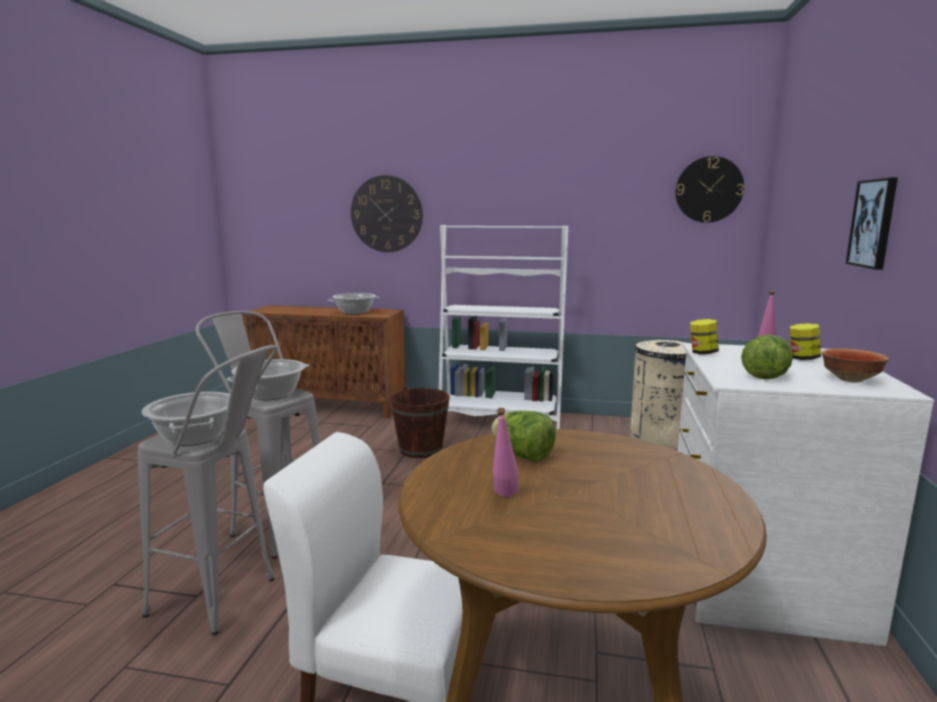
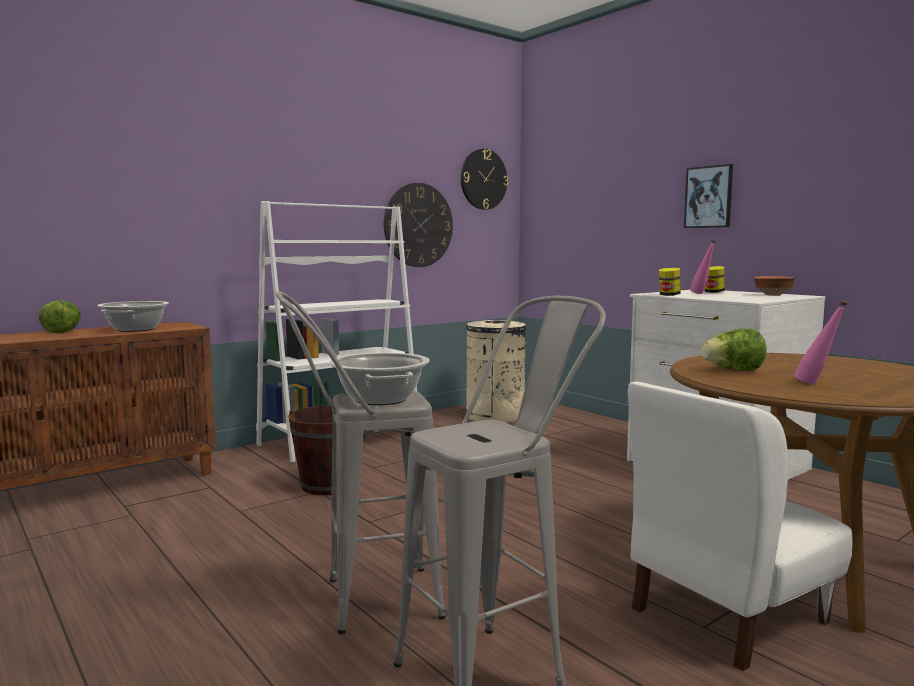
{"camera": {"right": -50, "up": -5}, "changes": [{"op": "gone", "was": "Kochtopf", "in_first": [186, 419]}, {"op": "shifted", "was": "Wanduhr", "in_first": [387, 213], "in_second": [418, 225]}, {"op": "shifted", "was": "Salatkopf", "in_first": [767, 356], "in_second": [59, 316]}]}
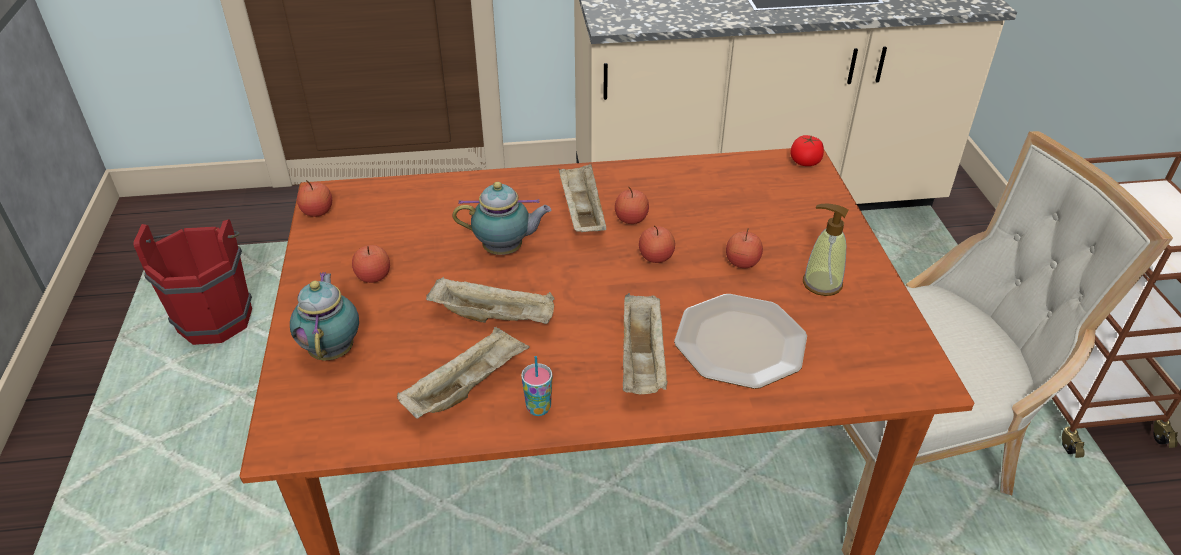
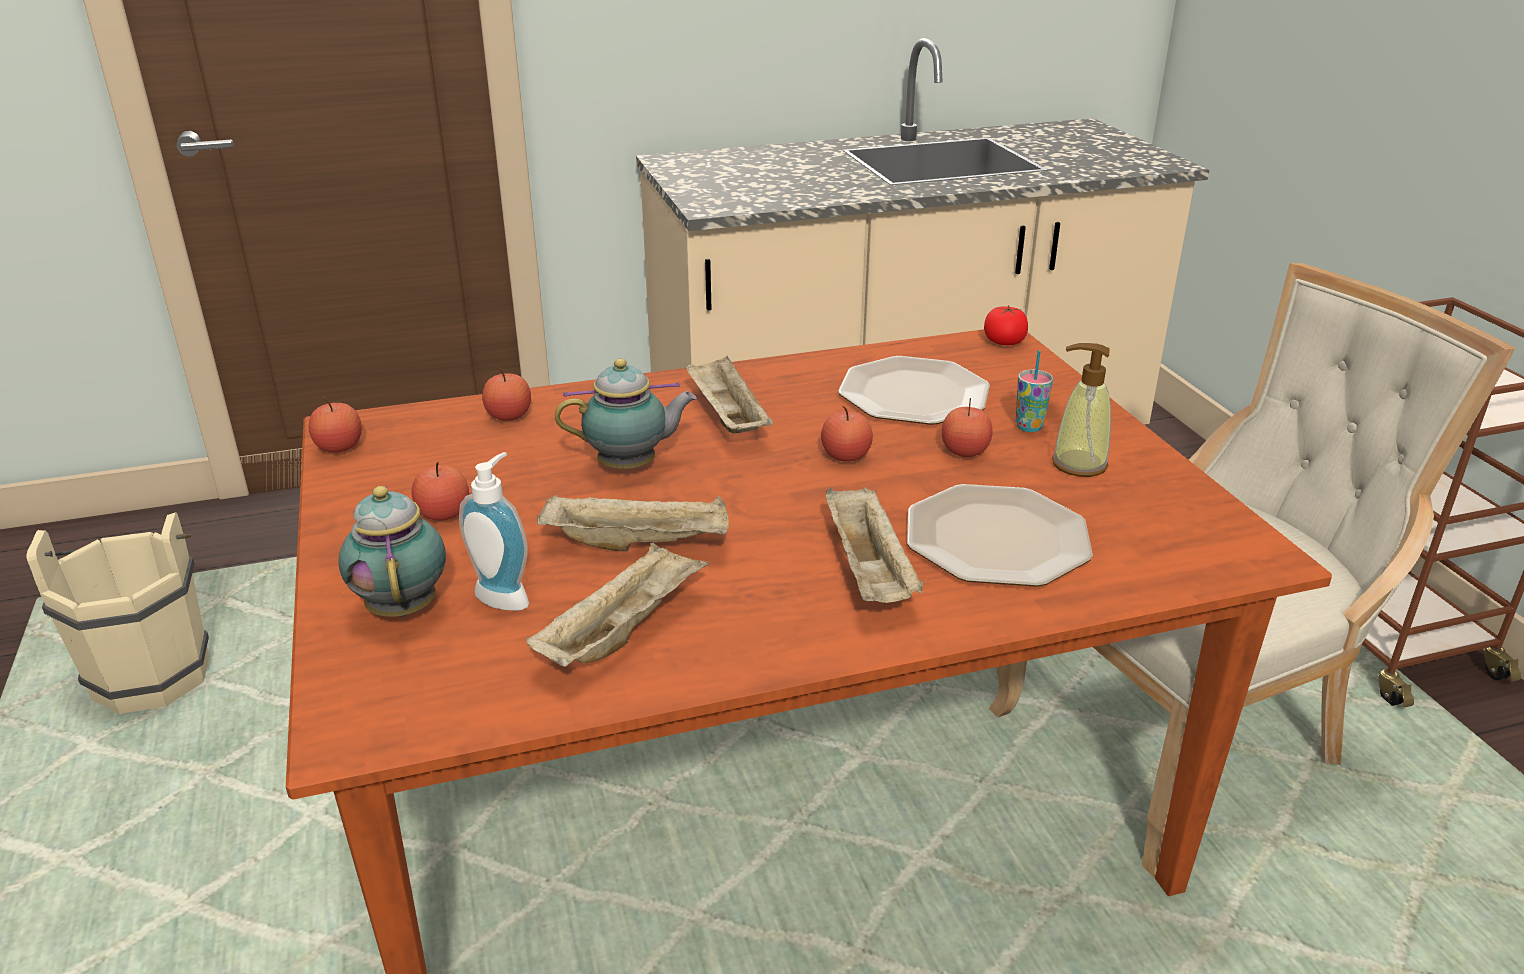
{"camera": {"right": -10, "up": -10}, "changes": [{"op": "new", "now": "Seifenspender", "in_second": [494, 531]}, {"op": "new", "now": "Teller", "in_second": [914, 390]}, {"op": "shifted", "was": "Tasse", "in_first": [536, 386], "in_second": [1034, 391]}, {"op": "shifted", "was": "Apfel", "in_first": [632, 205], "in_second": [506, 394]}, {"op": "repainted", "was": "Eimer (rot)", "now": "Eimer (beige)", "in_first": [193, 282], "in_second": [117, 613]}]}
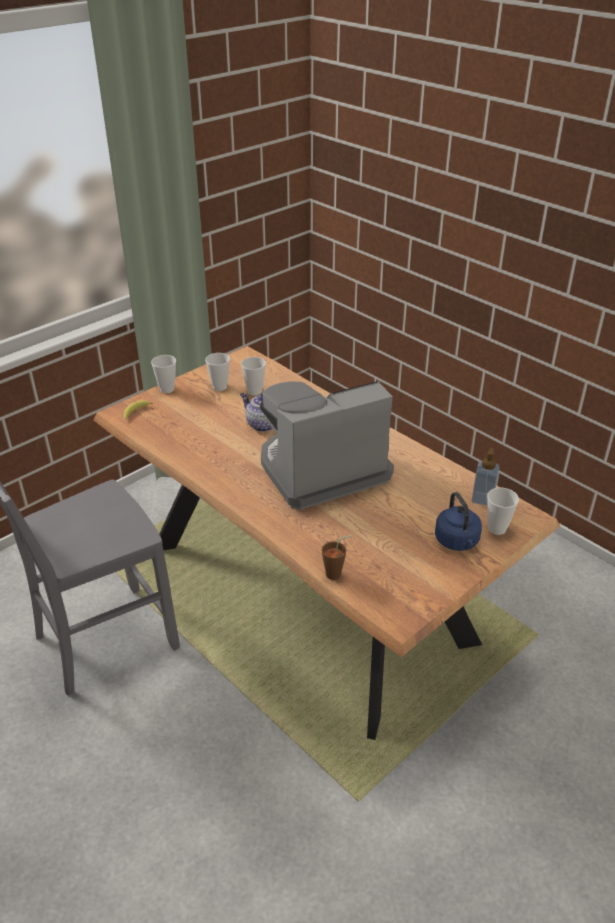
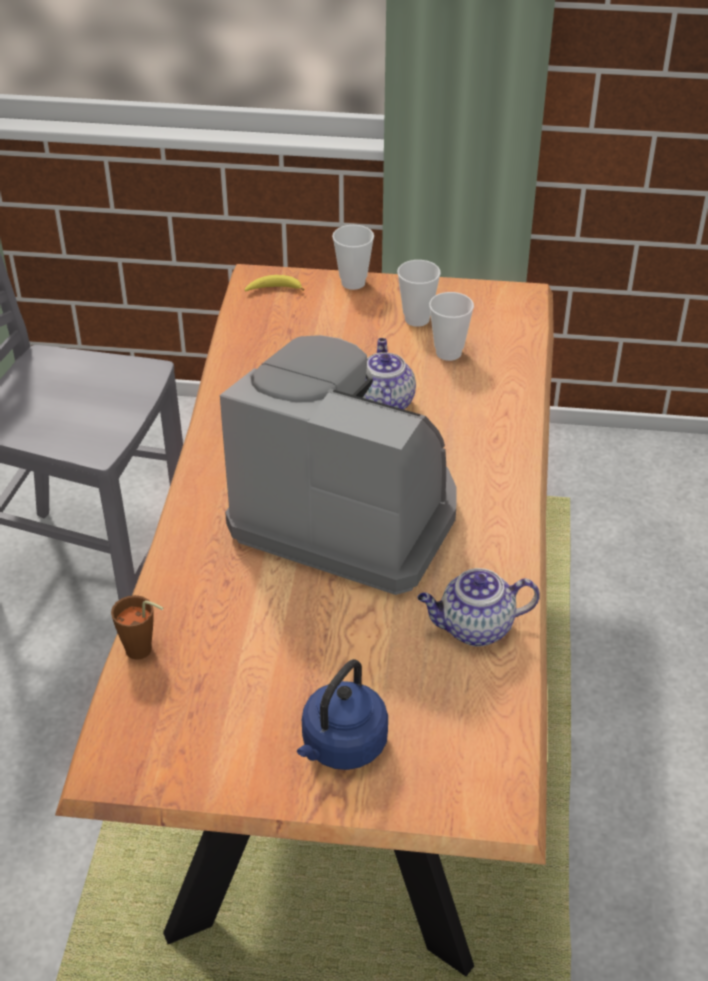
{"camera": {"right": 50, "up": 5}, "changes": [{"op": "gone", "was": "Seifenspender", "in_first": [485, 477]}, {"op": "gone", "was": "Tasse", "in_first": [503, 511]}, {"op": "new", "now": "Teekanne", "in_second": [478, 607]}]}
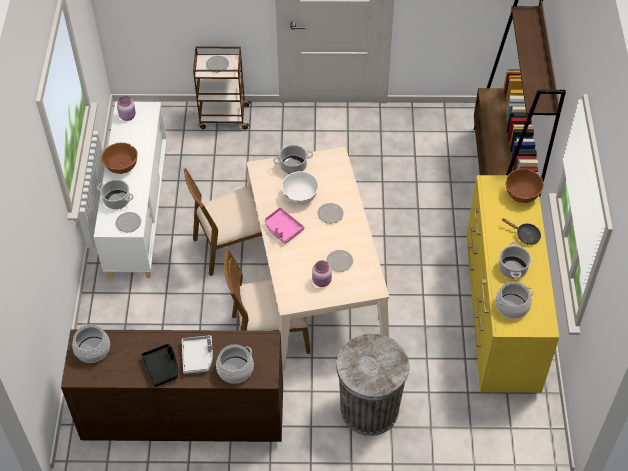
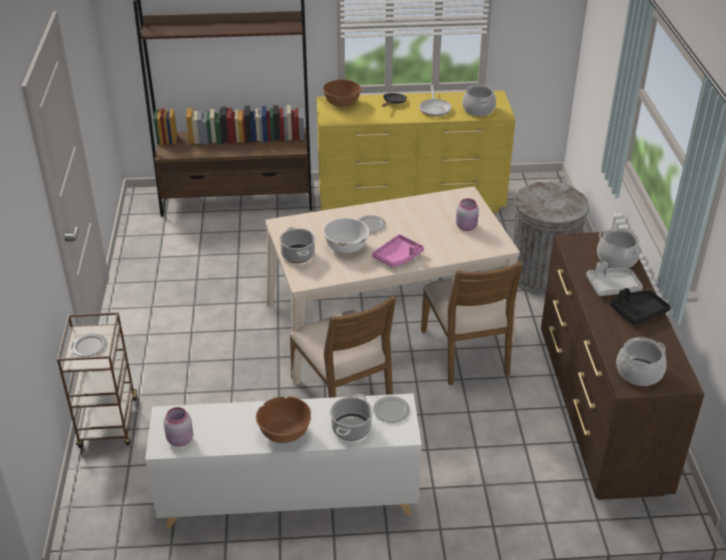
{"camera": {"right": -95, "up": -15}, "changes": [{"op": "gone", "was": "Teller", "in_first": [339, 261]}, {"op": "swapped", "was": "Kochtopf", "now": "Pfanne", "in_first": [515, 260], "in_second": [435, 101]}]}
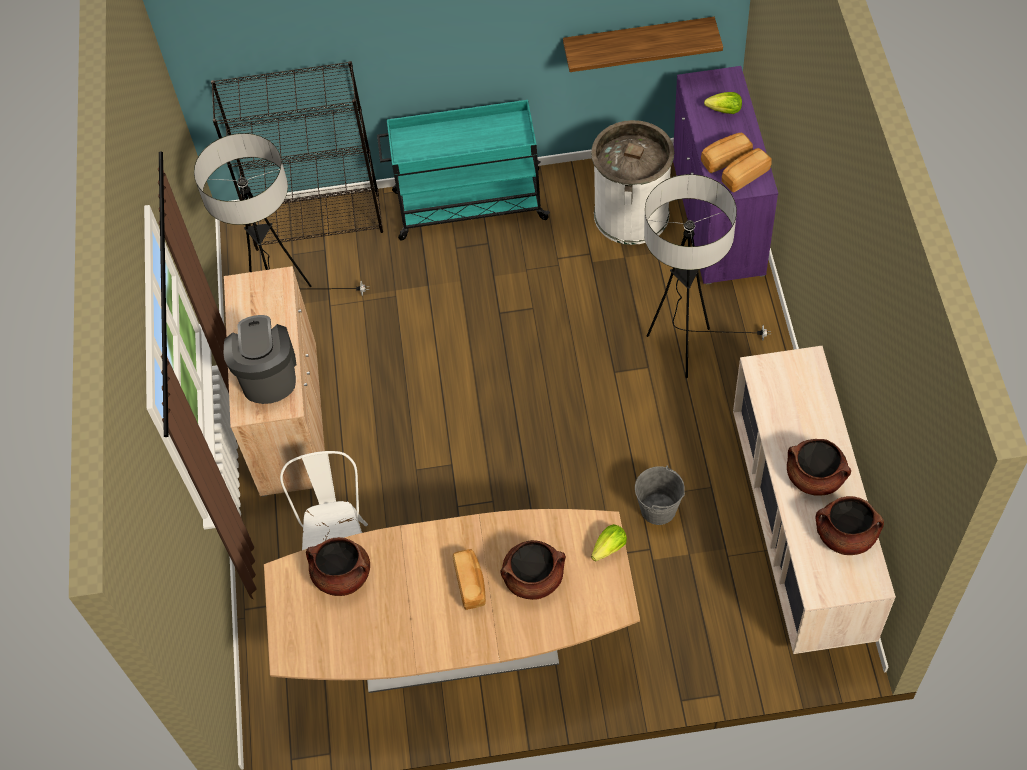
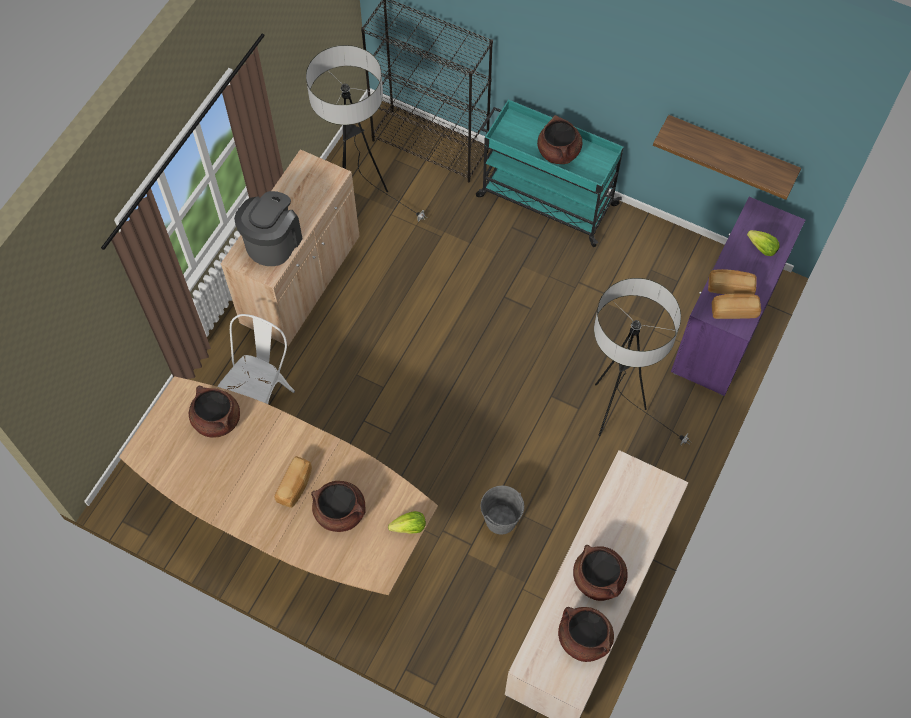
{"camera": {"right": 30, "up": 5}, "changes": [{"op": "gone", "was": "Mülleimer (weiß)", "in_first": [632, 182]}, {"op": "new", "now": "Kochtopf (braun)", "in_second": [559, 139]}]}
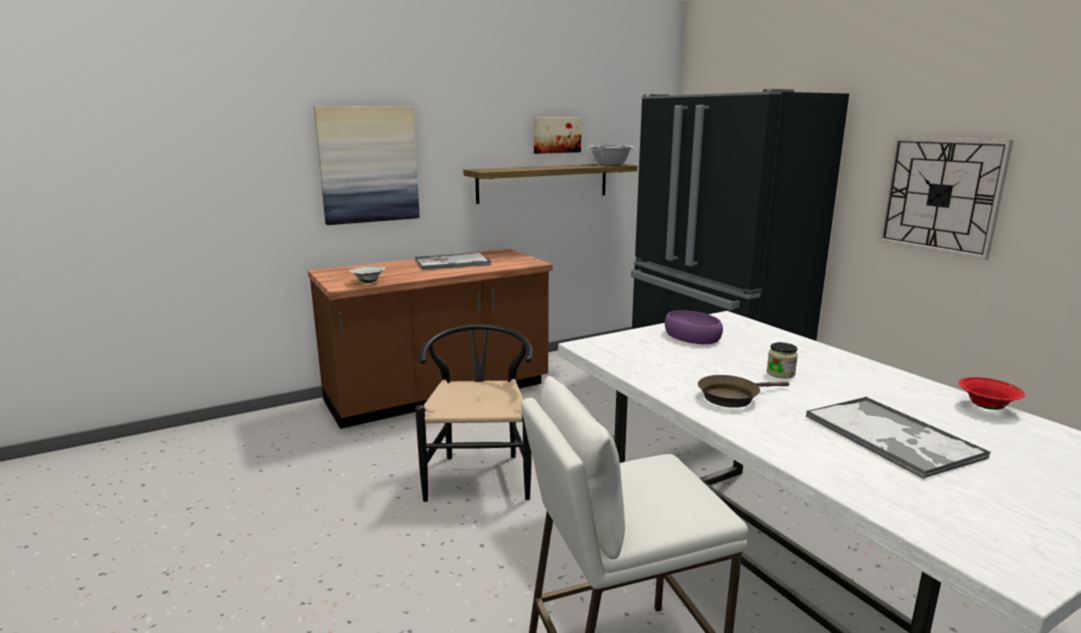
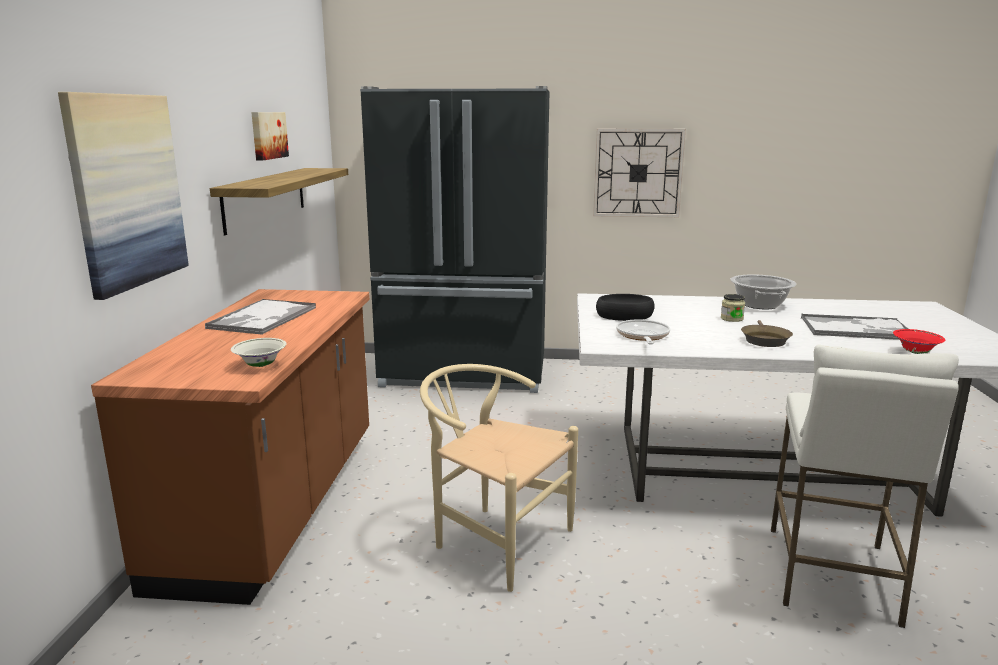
{"camera": {"right": -55, "up": 0}, "changes": [{"op": "new", "now": "Pfanne", "in_second": [643, 332]}, {"op": "shifted", "was": "Kochtopf", "in_first": [610, 155], "in_second": [763, 291]}, {"op": "shifted", "was": "Schüssel (rot)", "in_first": [992, 393], "in_second": [919, 341]}, {"op": "repainted", "was": "Stuhl (schwarz)", "now": "Stuhl (beige)", "in_first": [474, 413], "in_second": [499, 478]}, {"op": "repainted", "was": "Schüssel (lila)", "now": "Schüssel (schwarz)", "in_first": [694, 327], "in_second": [625, 307]}]}
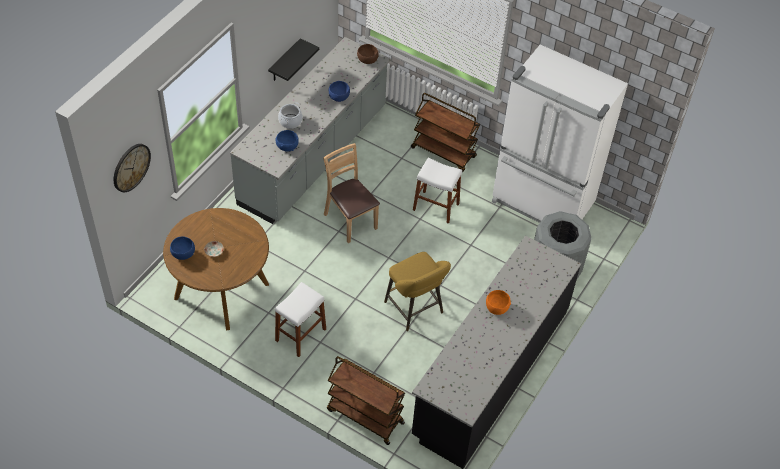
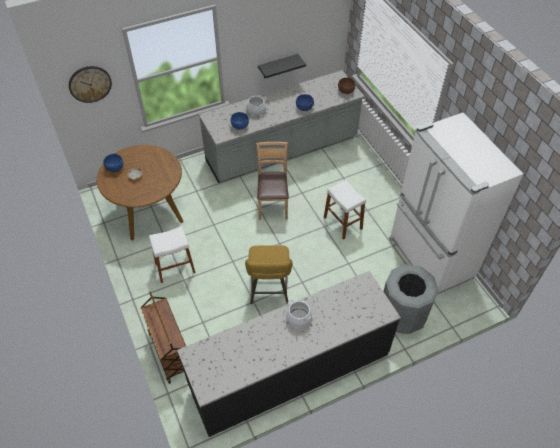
{"camera": {"right": 35, "up": 0}, "changes": [{"op": "gone", "was": "Rollwagen (braun)", "in_first": [445, 132]}, {"op": "swapped", "was": "Schüssel (orange)", "now": "Kochtopf", "in_first": [498, 302], "in_second": [299, 314]}]}
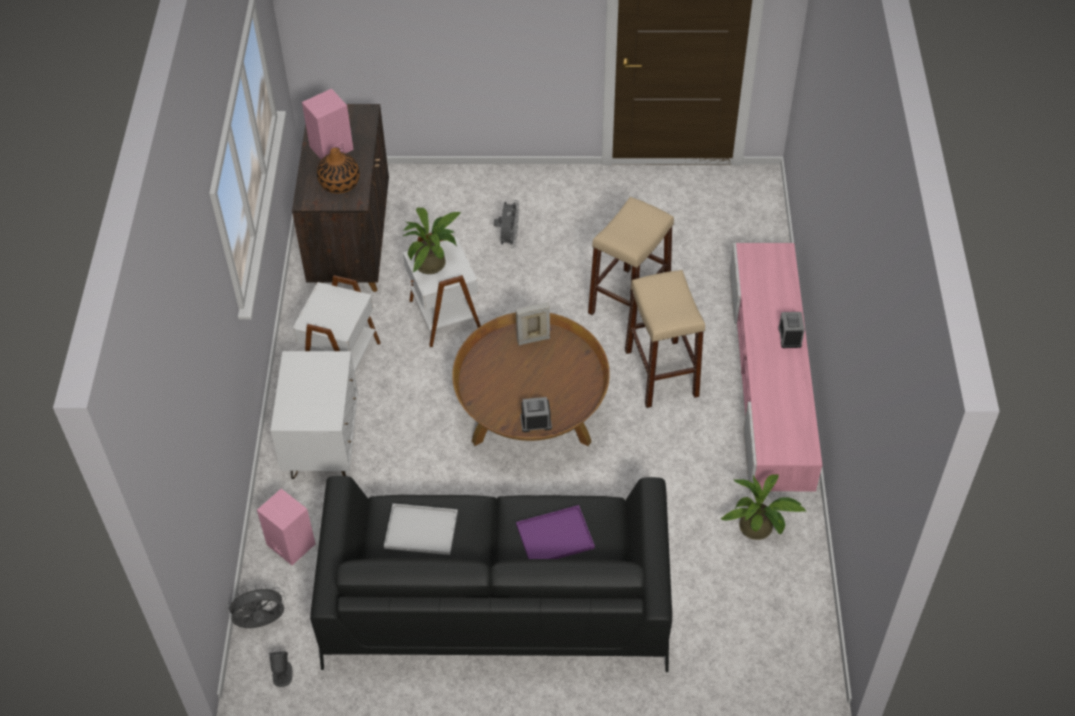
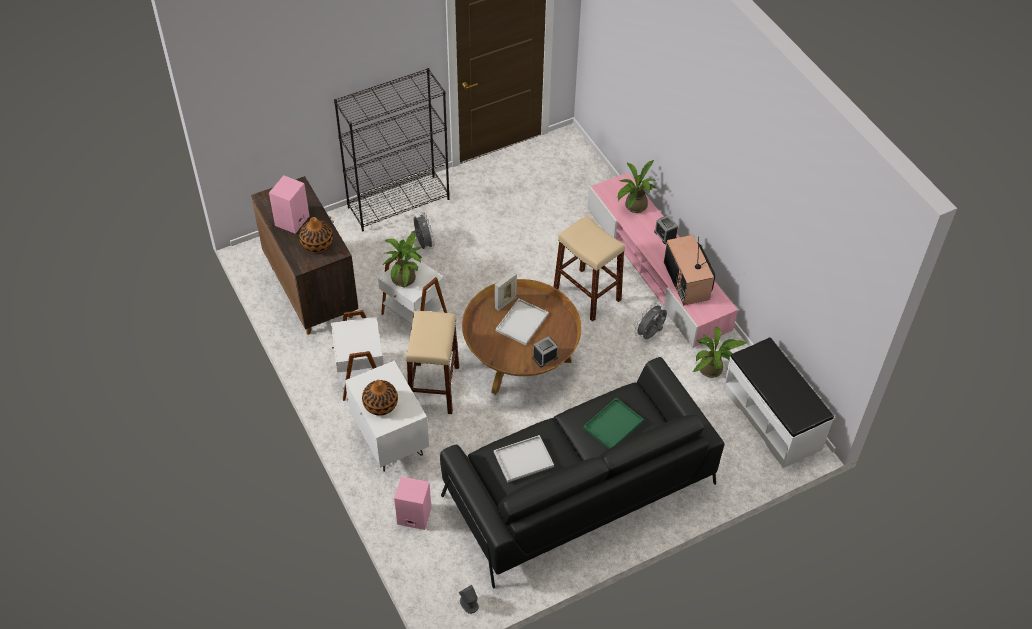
{"camera": {"right": -30, "up": 0}, "changes": [{"op": "new", "now": "Bücherregal (schwarz)", "in_second": [392, 149]}, {"op": "new", "now": "Vase", "in_second": [380, 398]}, {"op": "new", "now": "Tablett (weiß)", "in_second": [522, 322]}, {"op": "new", "now": "Topfpflanze", "in_second": [637, 186]}, {"op": "new", "now": "Fernseher", "in_second": [690, 270]}, {"op": "new", "now": "Bank (weiß)", "in_second": [778, 402]}, {"op": "shifted", "was": "Ventilator (grau)", "in_first": [255, 606], "in_second": [650, 321]}, {"op": "shifted", "was": "Hocker (beige)", "in_first": [631, 264], "in_second": [432, 362]}, {"op": "repainted", "was": "Tablett (lila)", "now": "Tablett (grün)", "in_first": [555, 532], "in_second": [613, 423]}]}
